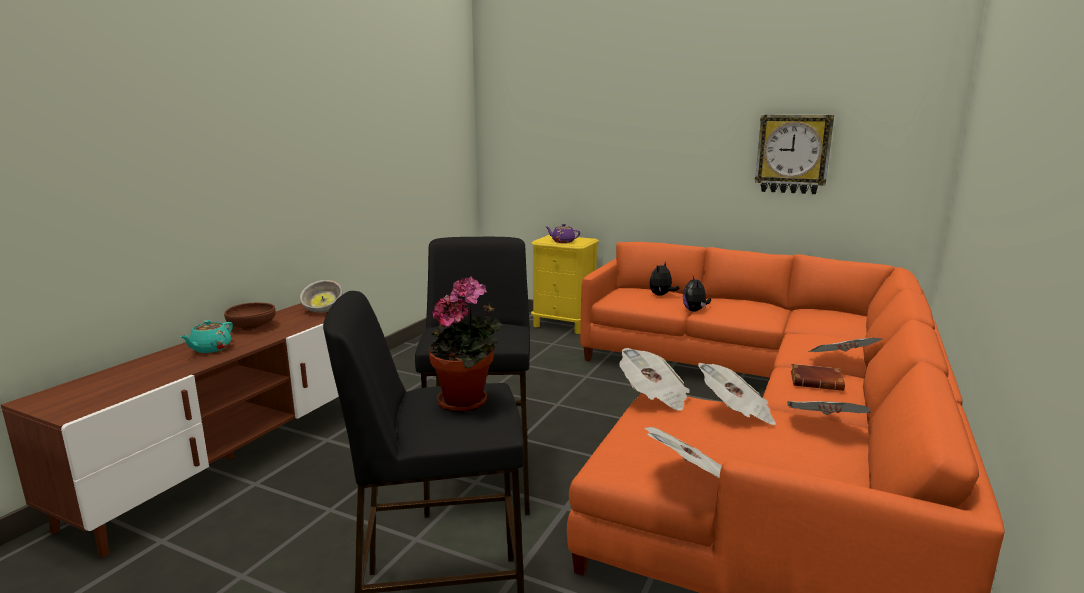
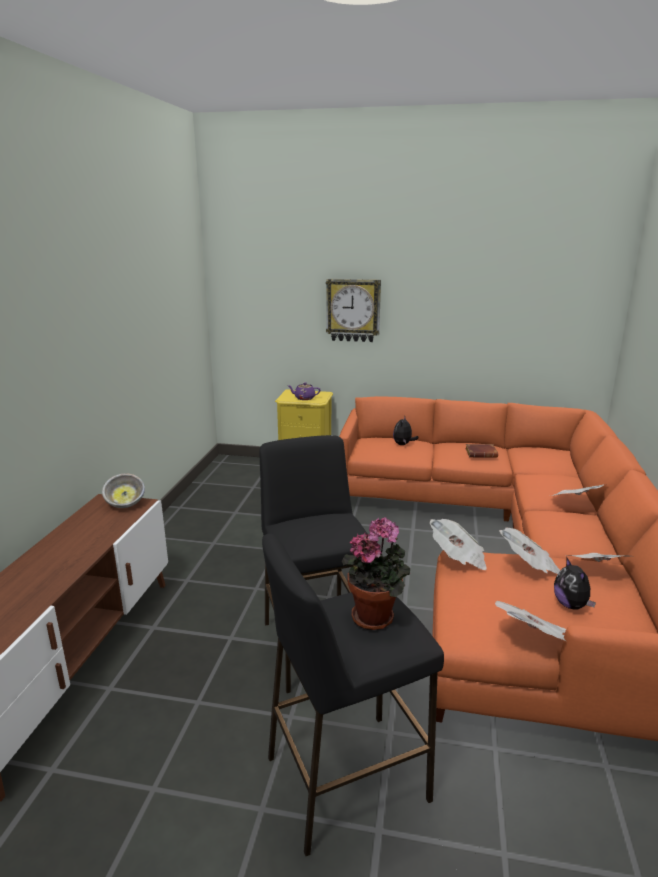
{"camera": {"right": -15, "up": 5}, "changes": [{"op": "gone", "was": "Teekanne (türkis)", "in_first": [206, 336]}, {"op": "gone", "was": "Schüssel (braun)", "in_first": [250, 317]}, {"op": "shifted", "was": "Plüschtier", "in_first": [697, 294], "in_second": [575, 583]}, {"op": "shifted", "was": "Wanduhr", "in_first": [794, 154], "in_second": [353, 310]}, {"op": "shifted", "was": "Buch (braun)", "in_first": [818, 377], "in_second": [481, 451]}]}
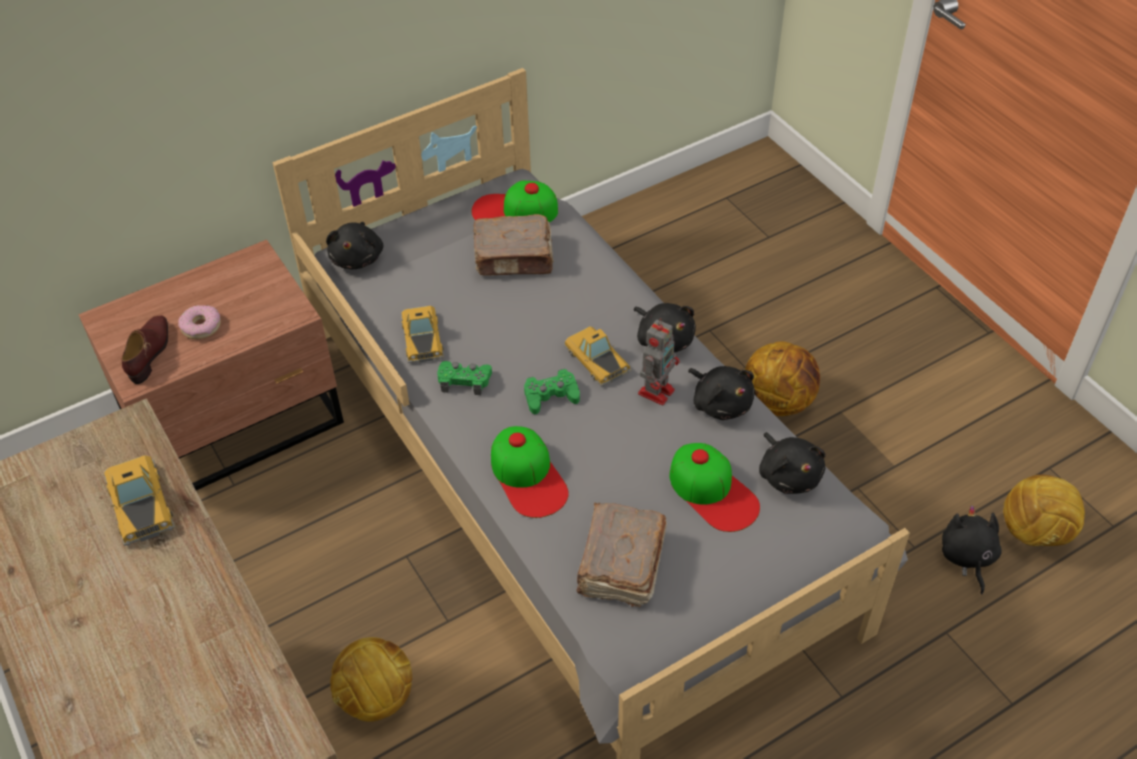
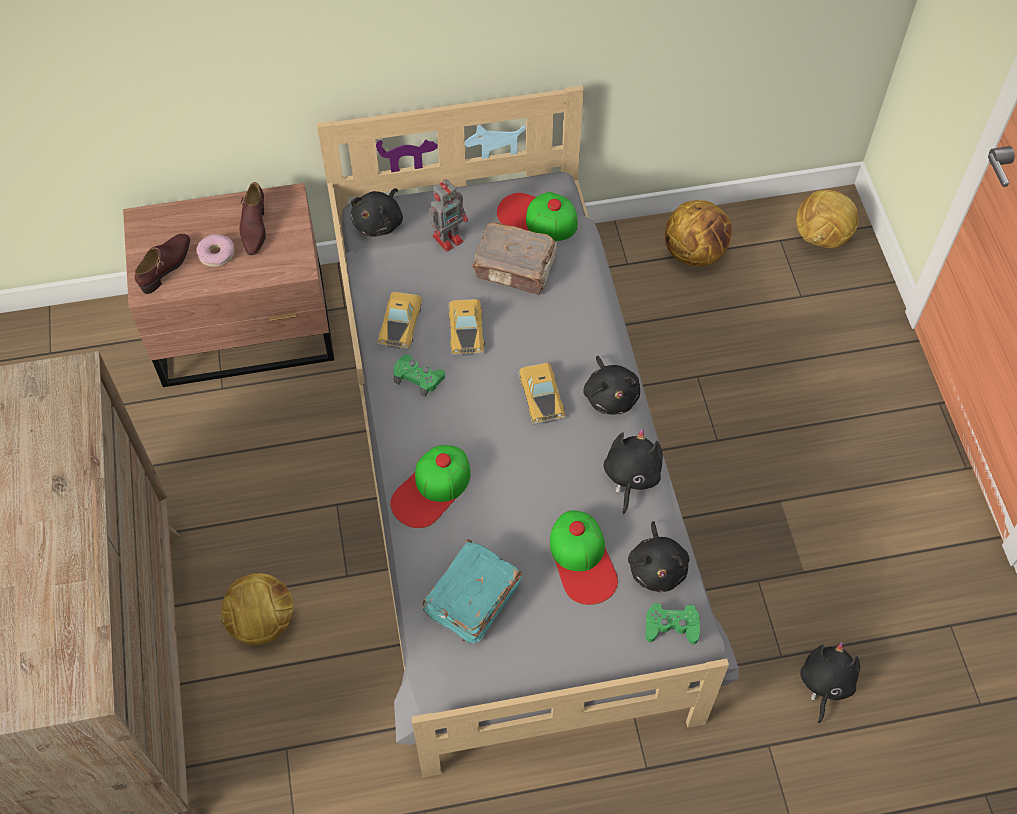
{"camera": {"right": 20, "up": 10}, "changes": [{"op": "new", "now": "Schuh (braun)", "in_second": [253, 218]}, {"op": "shifted", "was": "Spielzeugauto", "in_first": [139, 500], "in_second": [466, 327]}, {"op": "shifted", "was": "Gamepad (grün)", "in_first": [552, 391], "in_second": [672, 624]}, {"op": "shifted", "was": "Spielzeugroboter", "in_first": [659, 361], "in_second": [448, 215]}, {"op": "shifted", "was": "Basketball", "in_first": [782, 378], "in_second": [698, 233]}, {"op": "shifted", "was": "Fußball", "in_first": [1044, 510], "in_second": [827, 219]}, {"op": "repainted", "was": "Buch (braun)", "now": "Buch (türkis)", "in_first": [621, 555], "in_second": [472, 591]}, {"op": "rotated", "was": "Kappe", "in_first": [530, 472], "in_second": [430, 486], "clockwise": 45}, {"op": "rotated", "was": "Plüschtier (schwarz)", "in_first": [721, 393], "in_second": [633, 472], "clockwise": -150}]}
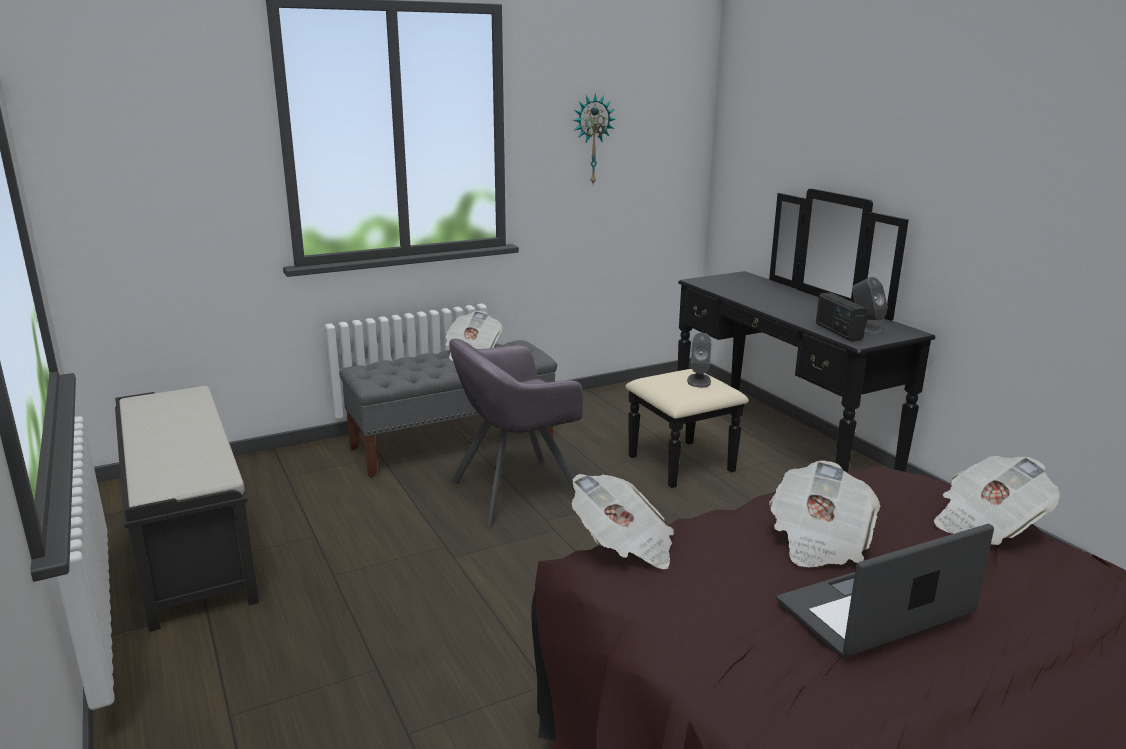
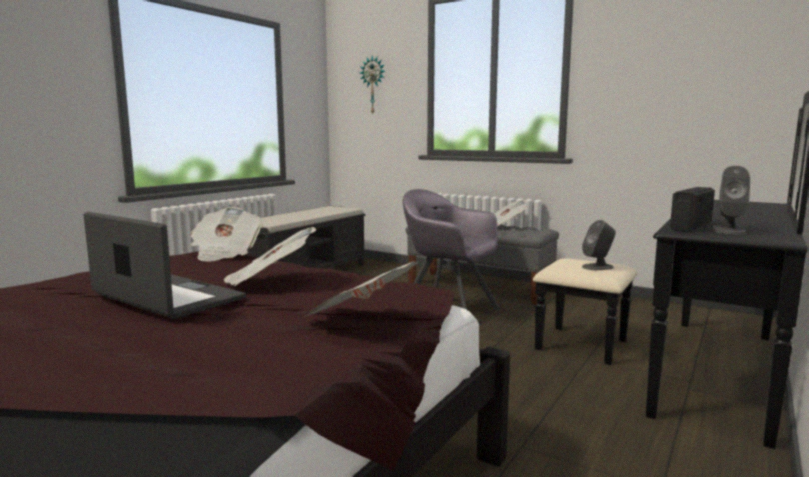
{"camera": {"right": 60, "up": -10}, "changes": [{"op": "shifted", "was": "Wanduhr", "in_first": [594, 139], "in_second": [372, 85]}]}
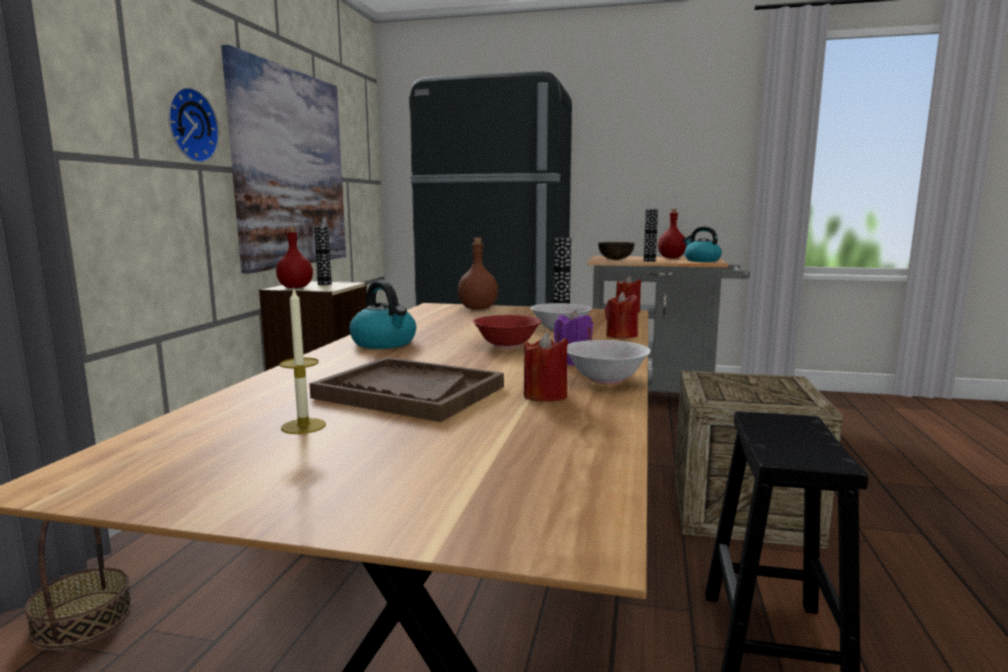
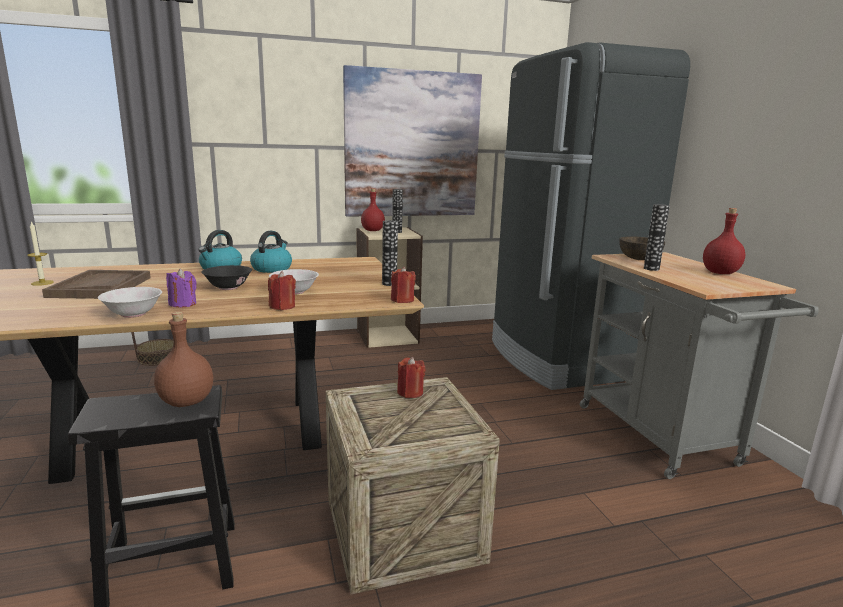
{"camera": {"right": 60, "up": 5}, "changes": [{"op": "gone", "was": "Wanduhr", "in_first": [193, 125]}, {"op": "shifted", "was": "Flasche (braun)", "in_first": [478, 274], "in_second": [183, 359]}, {"op": "shifted", "was": "Kerze (rot)", "in_first": [546, 367], "in_second": [411, 377]}, {"op": "shifted", "was": "Wasserkessel", "in_first": [702, 244], "in_second": [271, 252]}, {"op": "repainted", "was": "Schüssel (rot)", "now": "Schüssel (schwarz)", "in_first": [507, 332], "in_second": [226, 277]}]}
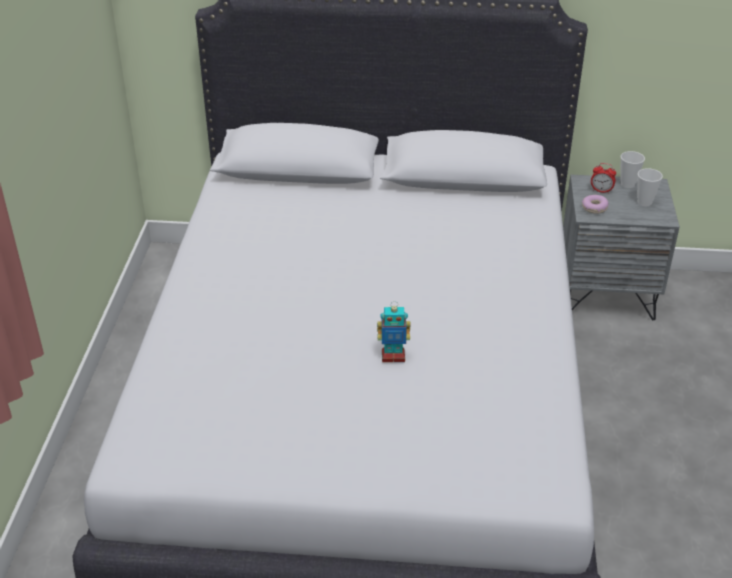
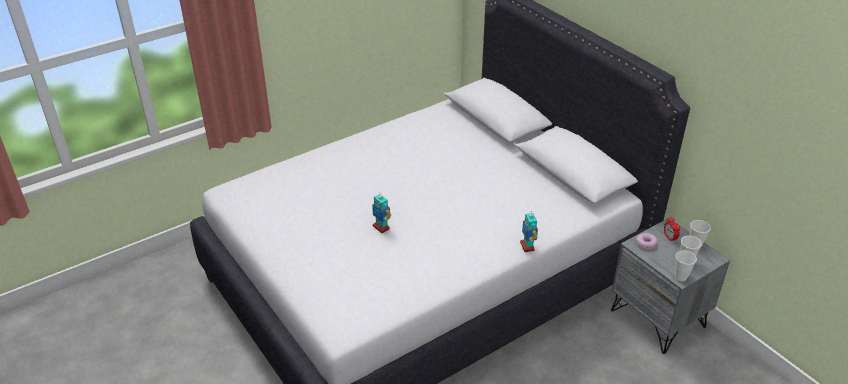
{"camera": {"right": 50, "up": 0}, "changes": [{"op": "new", "now": "Spielzeugroboter", "in_second": [529, 232]}, {"op": "new", "now": "Tasse", "in_second": [686, 265]}]}
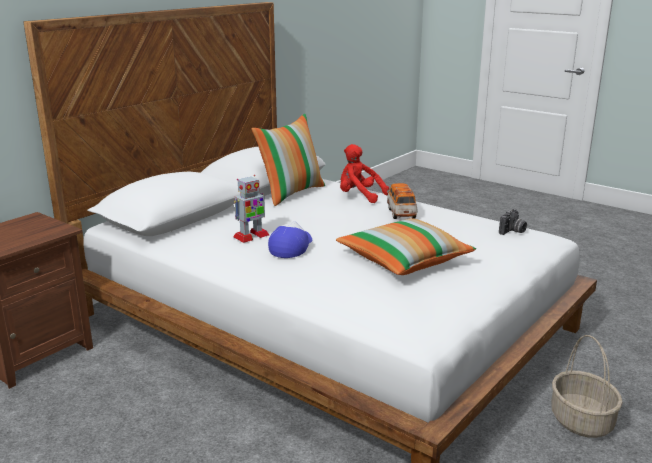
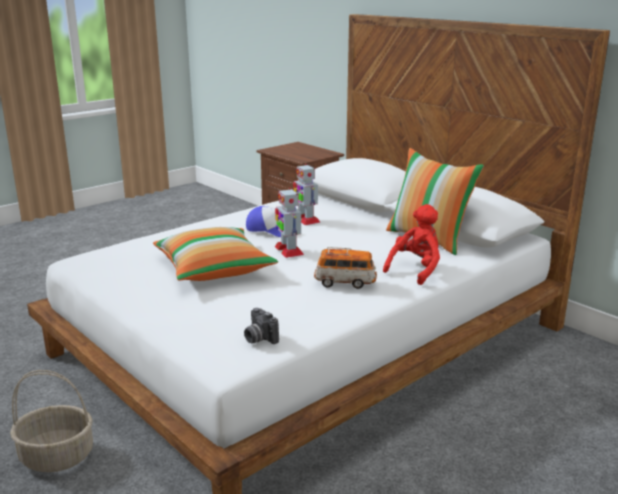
{"camera": {"right": 100, "up": 0}, "changes": [{"op": "new", "now": "Spielzeugroboter", "in_second": [289, 222]}]}
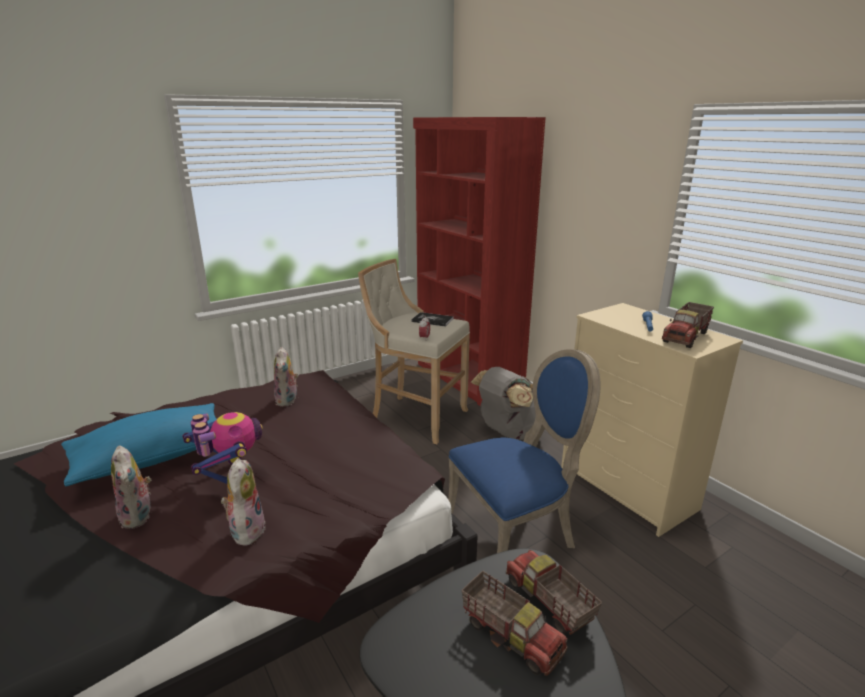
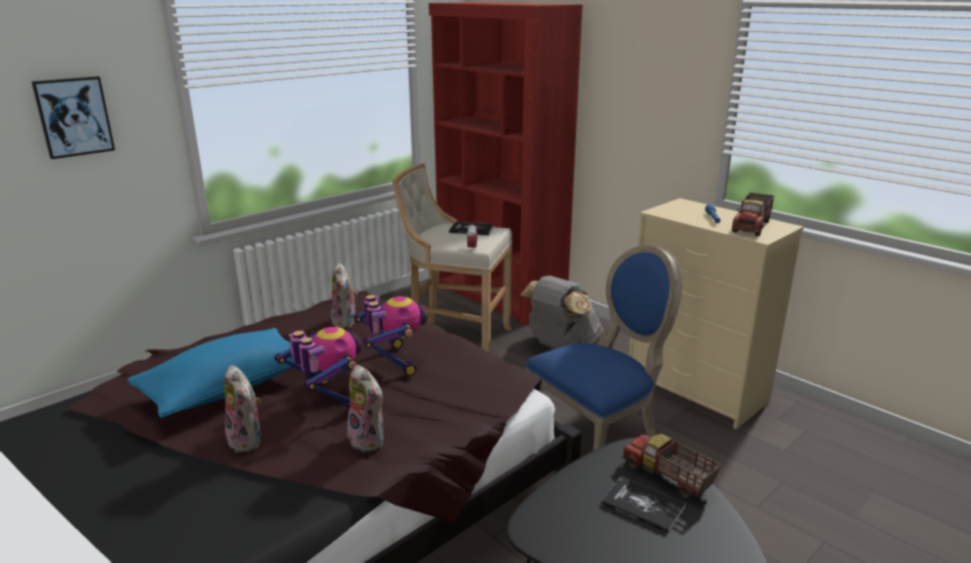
{"camera": {"right": -10, "up": 0}, "changes": [{"op": "new", "now": "Bild", "in_second": [73, 117]}, {"op": "new", "now": "Spielzeugroboter", "in_second": [390, 335]}, {"op": "swapped", "was": "Spielzeuglaster", "now": "Buch", "in_first": [514, 623], "in_second": [643, 505]}, {"op": "rotated", "was": "Plüschtier", "in_first": [243, 502], "in_second": [364, 409], "clockwise": 150}]}
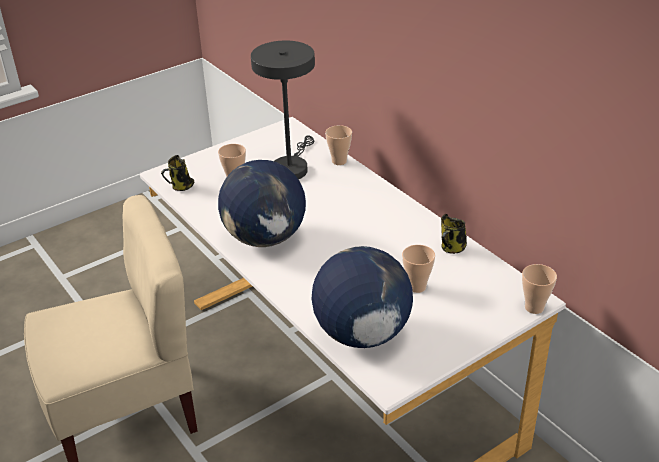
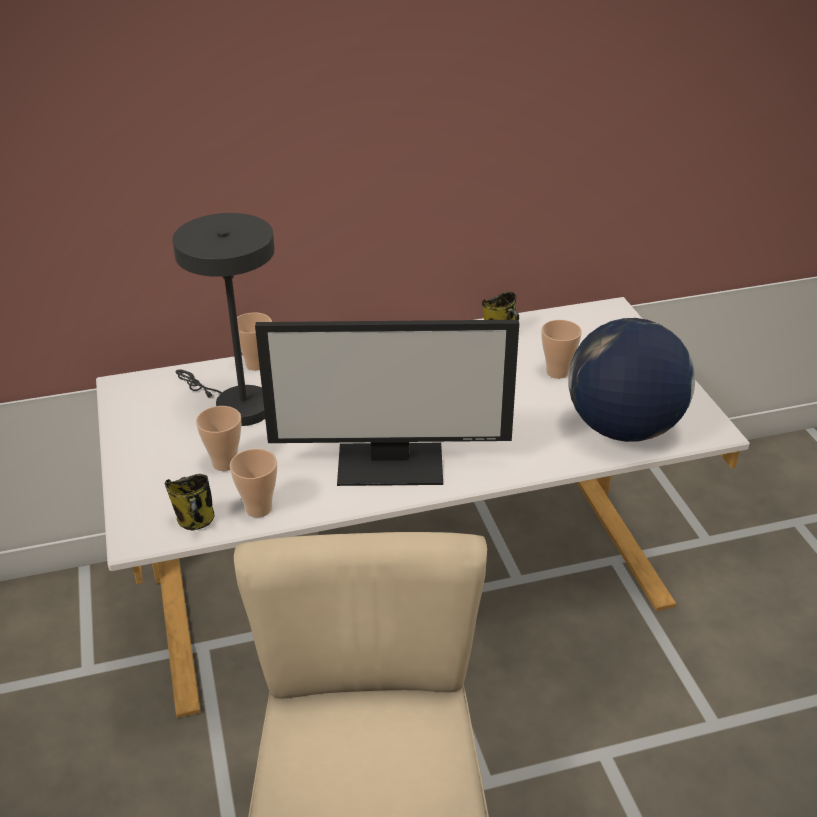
{"camera": {"right": -70, "up": 0}, "changes": [{"op": "shifted", "was": "Tasse", "in_first": [539, 289], "in_second": [253, 483]}, {"op": "swapped", "was": "Globus", "now": "Monitor", "in_first": [262, 203], "in_second": [387, 403]}]}
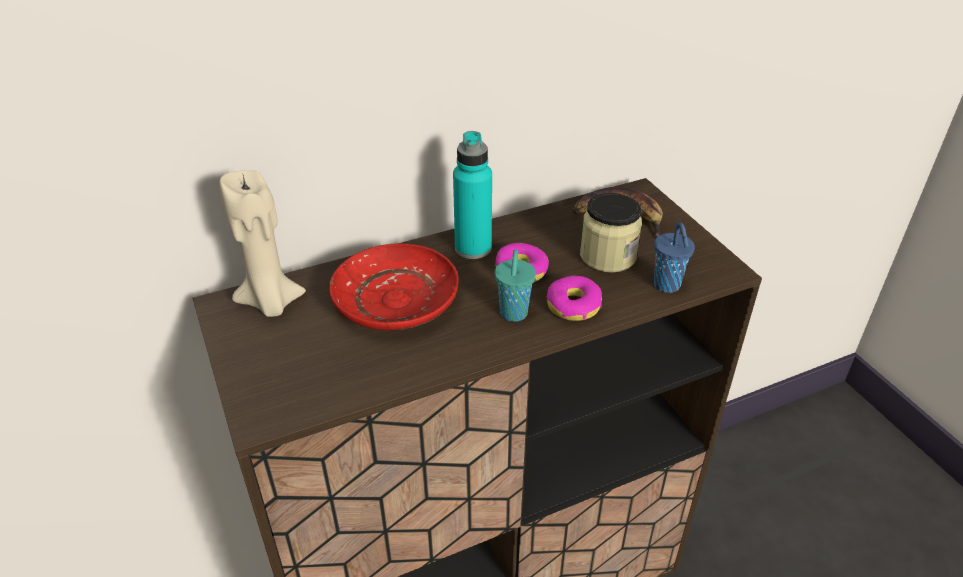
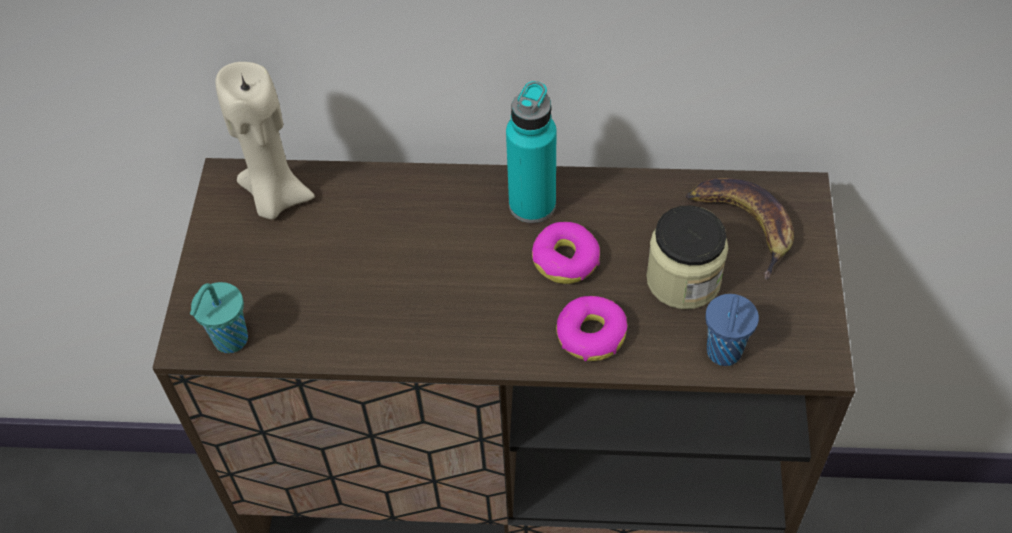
{"camera": {"right": 30, "up": 15}, "changes": [{"op": "gone", "was": "Teller (rot)", "in_first": [394, 286]}, {"op": "shifted", "was": "Tasse (türkis)", "in_first": [515, 285], "in_second": [219, 317]}]}
